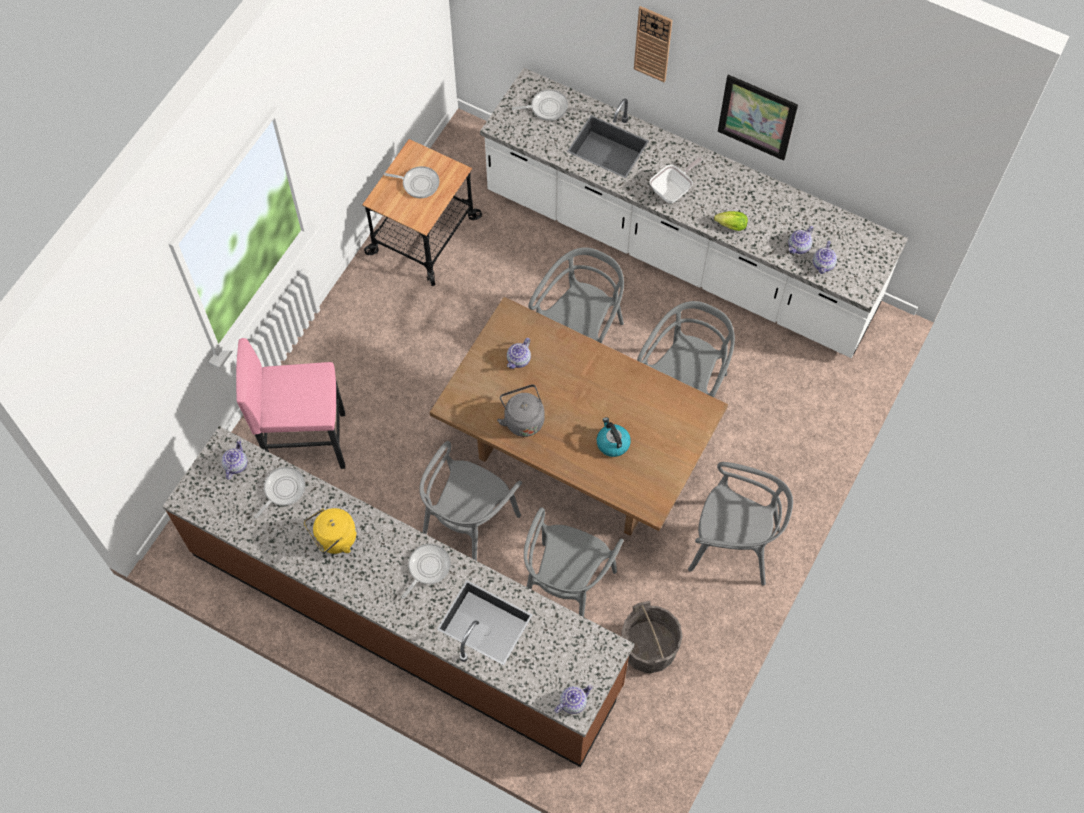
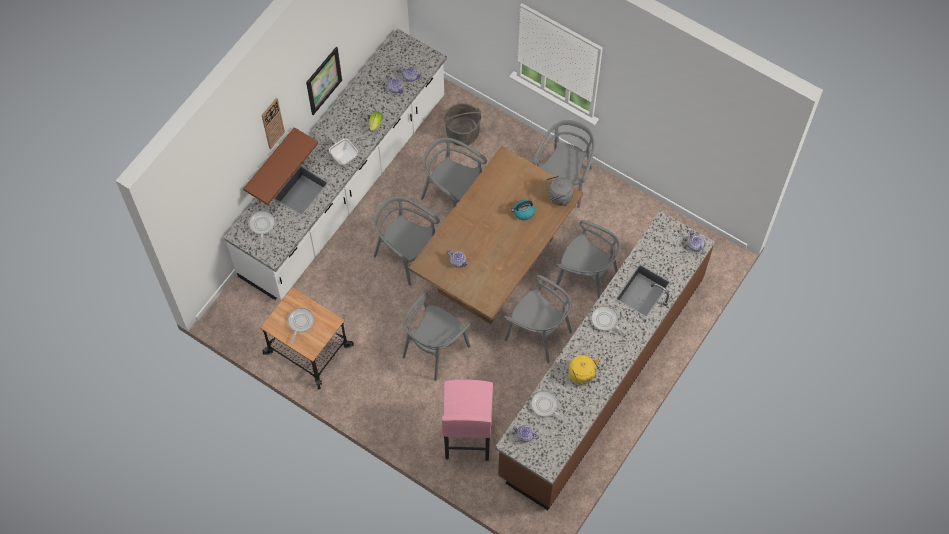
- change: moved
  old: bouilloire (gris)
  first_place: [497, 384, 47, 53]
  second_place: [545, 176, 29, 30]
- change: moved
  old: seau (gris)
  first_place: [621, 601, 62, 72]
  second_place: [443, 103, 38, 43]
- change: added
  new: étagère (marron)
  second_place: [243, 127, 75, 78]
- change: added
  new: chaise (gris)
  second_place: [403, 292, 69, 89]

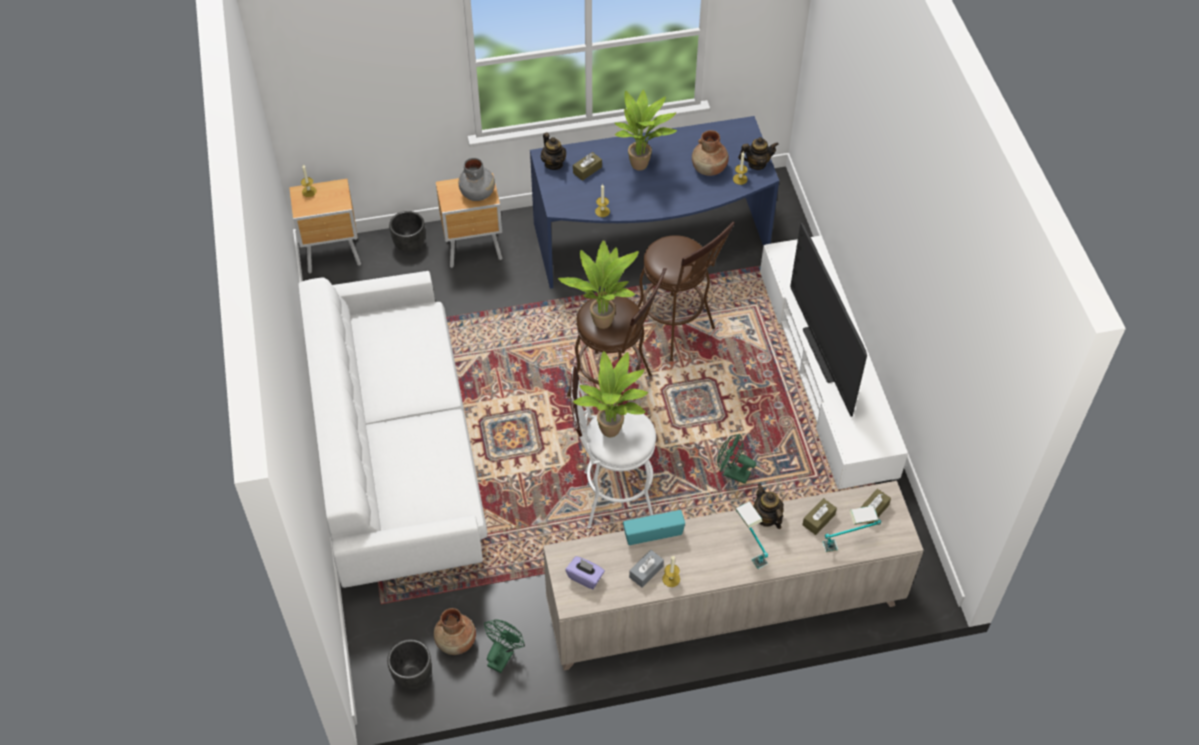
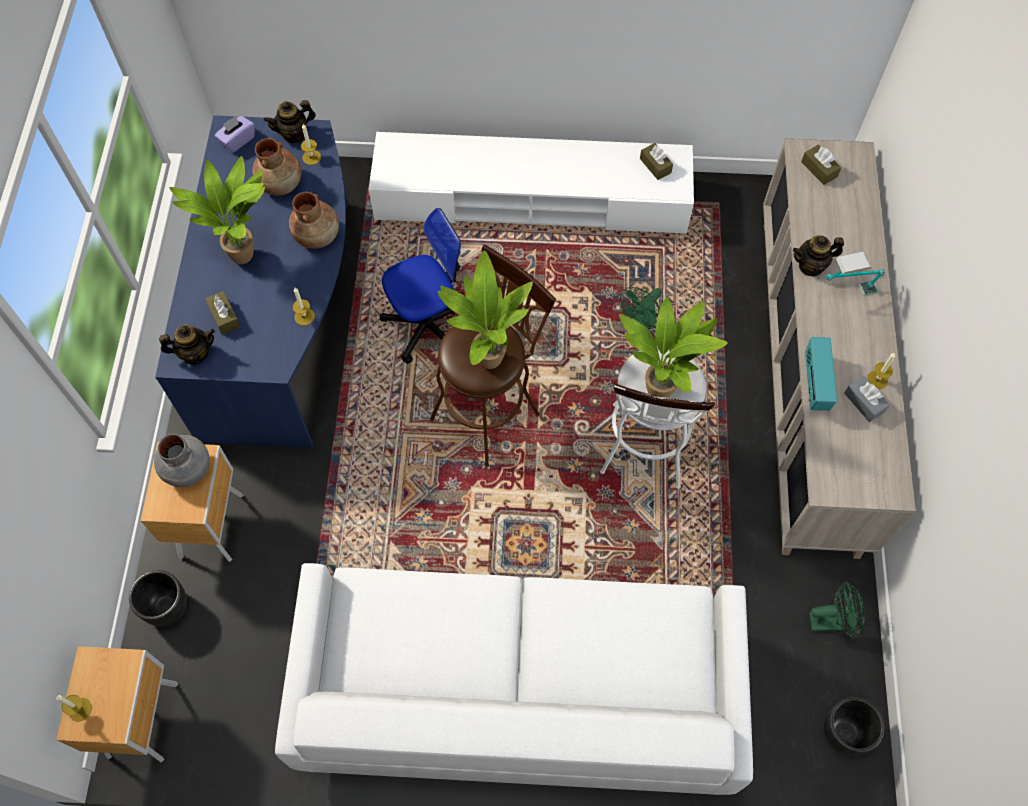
- change: turned
  old: théière
  first_place: [738, 137, 41, 33]
  second_place: [264, 100, 52, 43]
  degrees: -120
- change: replaced
  old: tabouret (marron)
  new: chaise de bureau
  first_place: [637, 222, 97, 139]
  second_place: [380, 208, 81, 156]
- change: removed
  old: téléviseur
  first_place: [790, 223, 77, 194]
- change: moved
  old: boîte à mouchoirs (marron)
  first_place: [802, 498, 35, 37]
  second_place: [640, 143, 33, 37]
- change: removed
  old: lampe de table
  first_place: [822, 506, 59, 46]
- change: moved
  old: boîte à mouchoirs (violet)
  first_place: [565, 556, 40, 33]
  second_place: [215, 116, 40, 37]
- change: moved
  old: vase (marron)
  first_place: [434, 608, 42, 47]
  second_place: [289, 192, 50, 57]
- change: turned
  old: ventilateur (vert)
  first_place: [484, 619, 41, 54]
  second_place: [809, 581, 56, 58]
  degrees: 135

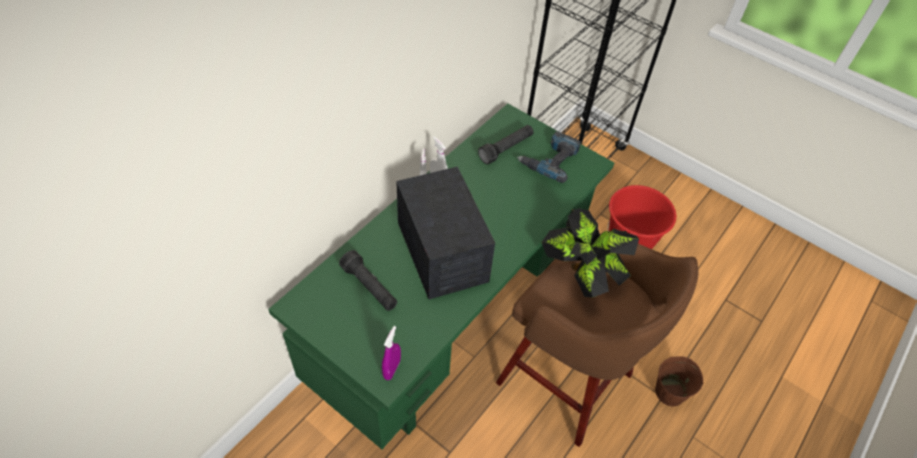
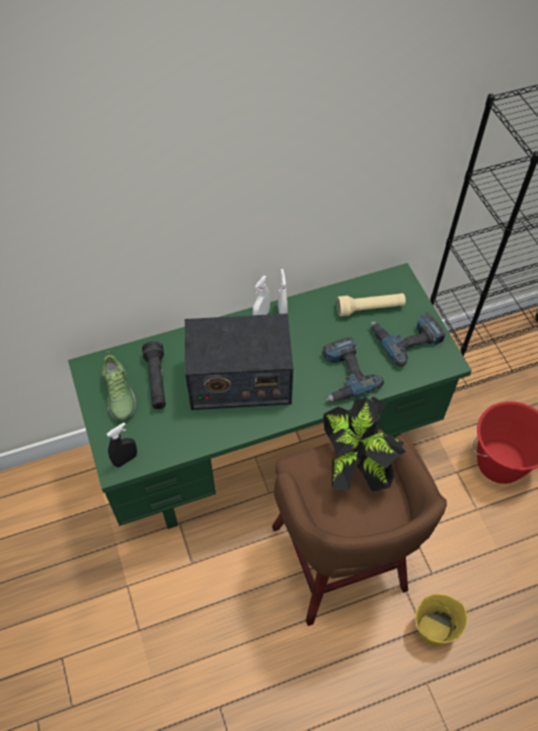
- change: recoloured
  old: lampe de poche (noir)
  new: lampe de poche (beige)
  first_place: [478, 125, 55, 39]
  second_place: [337, 293, 69, 24]
- change: turned
  old: radio
  first_place: [396, 166, 99, 133]
  second_place: [185, 313, 108, 97]
  degrees: 75
- change: recoloured
  old: vaporisateur (violet)
  new: vaporisateur (noir)
  first_place: [382, 326, 19, 54]
  second_place: [107, 422, 30, 45]
- change: recoloured
  old: seau (marron)
  new: seau (jaune)
  first_place: [655, 356, 48, 50]
  second_place: [415, 594, 53, 52]
- change: added
  new: perceuse
  second_place: [322, 337, 62, 64]
- change: added
  new: chaussure
  second_place: [102, 351, 34, 70]

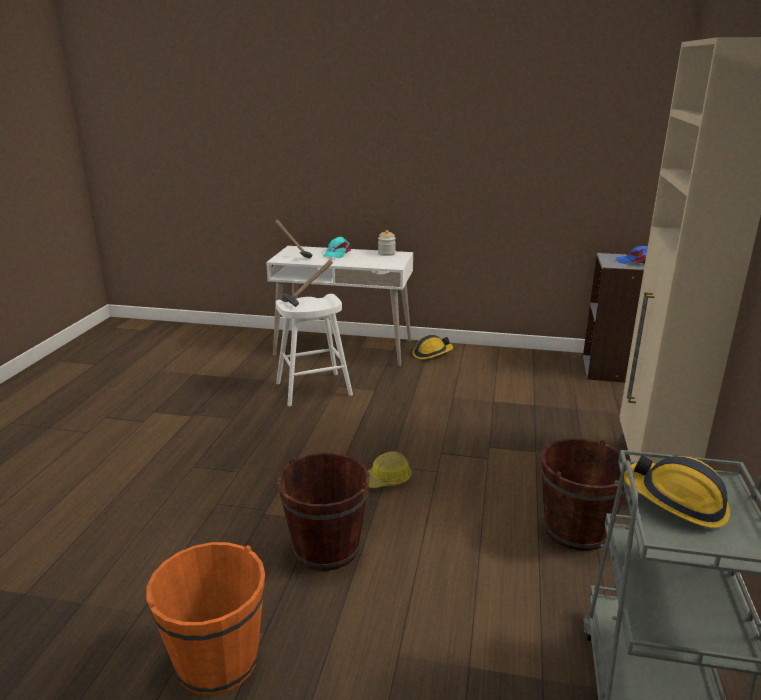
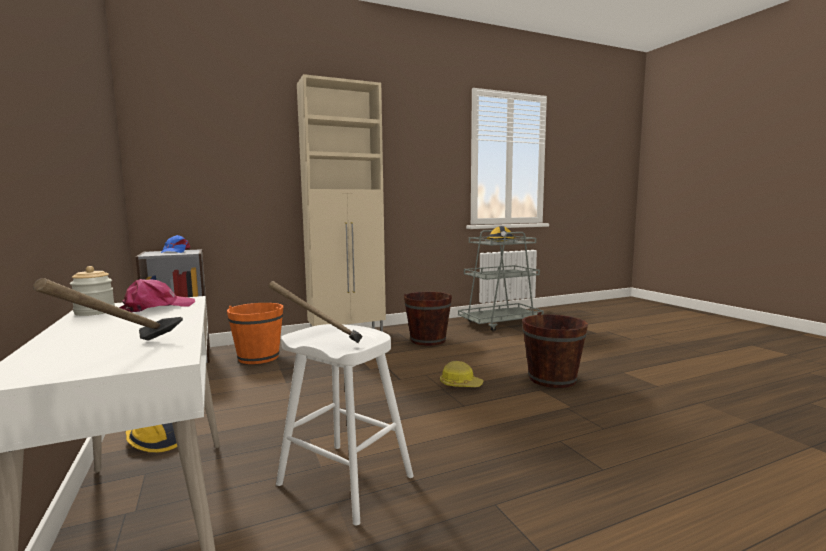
- change: removed
  old: casquette (turquoise)
  first_place: [324, 237, 27, 21]
- change: moved
  old: seau (orange)
  first_place: [146, 542, 119, 153]
  second_place: [227, 303, 56, 61]
- change: added
  new: casquette (rose)
  second_place: [119, 279, 76, 33]

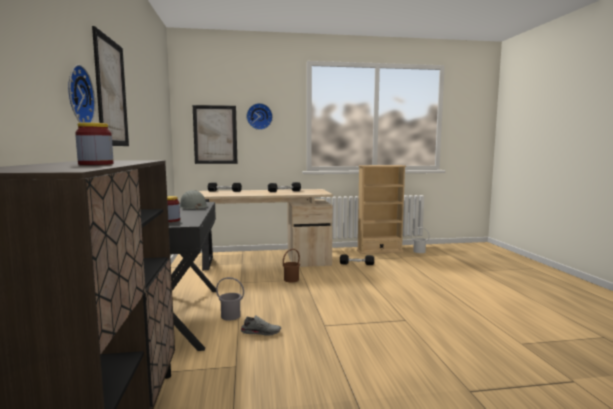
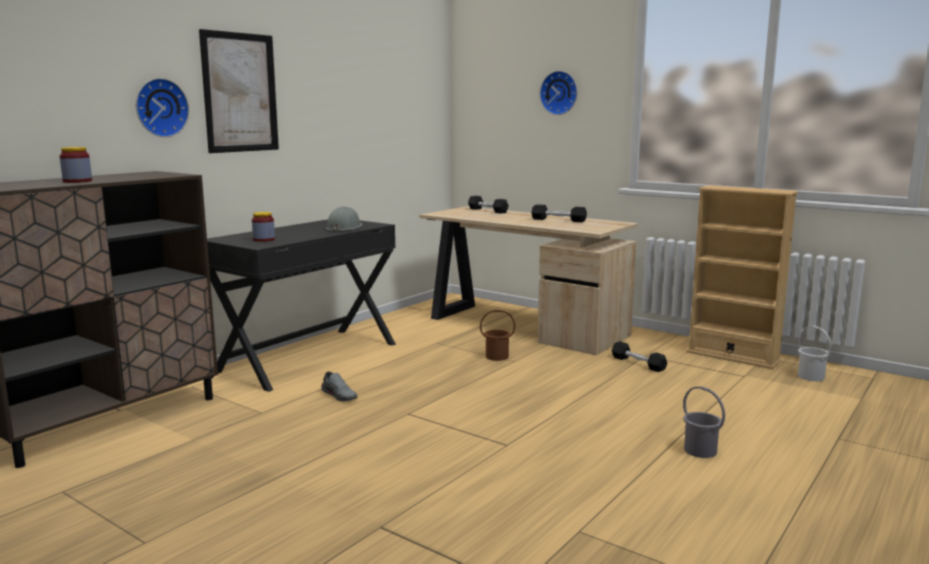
- change: removed
  old: tableau
  first_place: [193, 105, 44, 59]
- change: moved
  old: seau (gris)
  first_place: [216, 277, 28, 44]
  second_place: [683, 386, 42, 72]

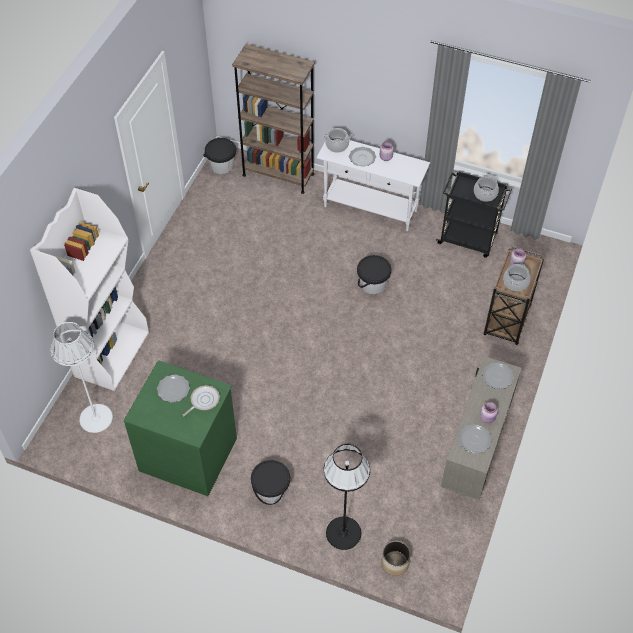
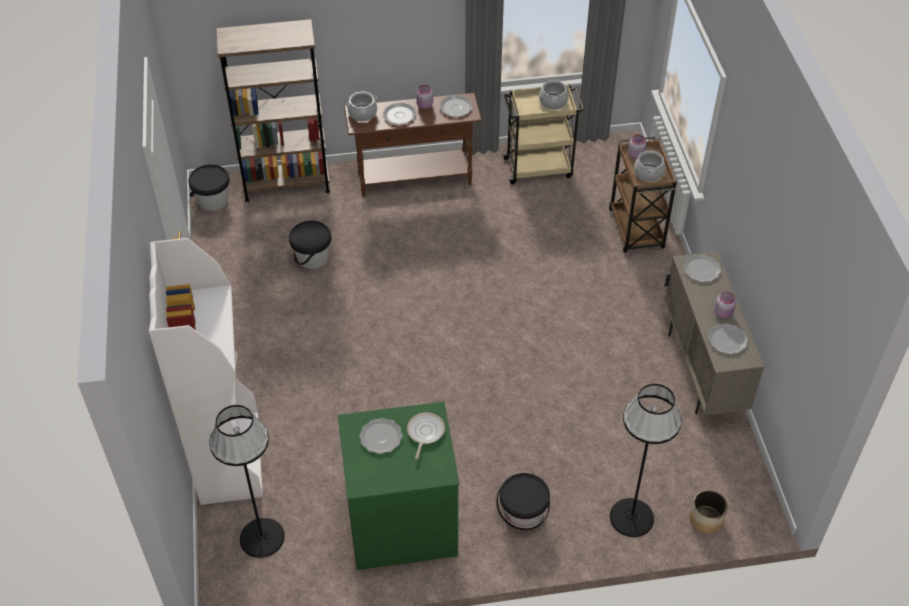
- change: recoloured
  old: table console (blanc)
  new: table console (marron)
  first_place: [316, 140, 114, 91]
  second_place: [344, 93, 138, 104]
- change: recoloured
  old: chariot (noir)
  new: chariot (beige)
  first_place: [436, 171, 76, 87]
  second_place: [502, 84, 82, 100]
- change: moved
  old: seau (noir)
  first_place: [357, 255, 34, 39]
  second_place: [289, 221, 42, 48]
- change: recoloured
  old: lampadaire (blanc)
  new: lampadaire (noir)
  first_place: [50, 322, 63, 111]
  second_place: [209, 405, 76, 153]
- change: added
  new: assiette
  second_place: [440, 95, 33, 22]

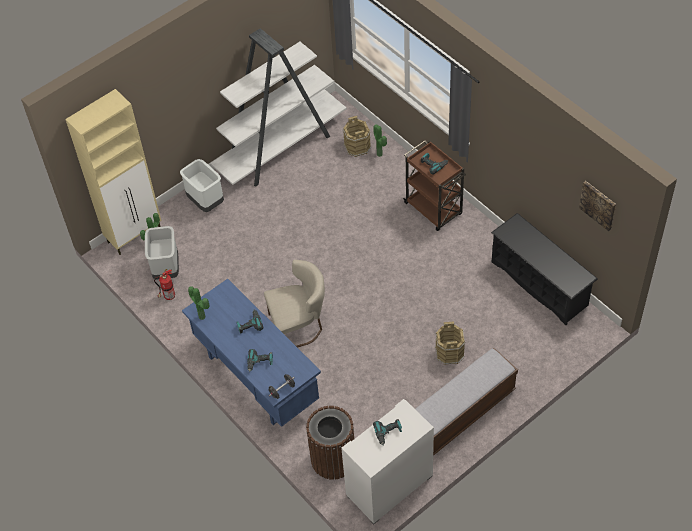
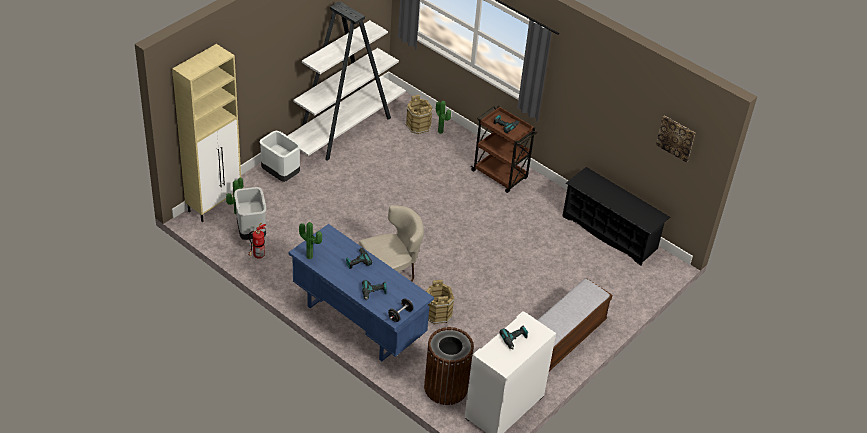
- change: moved
  old: seau (marron)
  first_place: [435, 321, 30, 44]
  second_place: [426, 280, 28, 44]

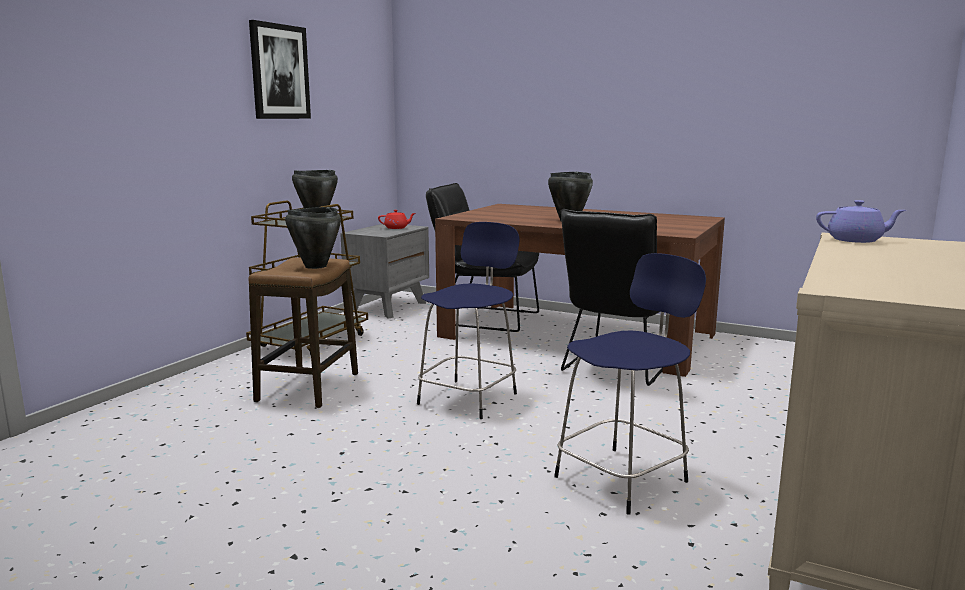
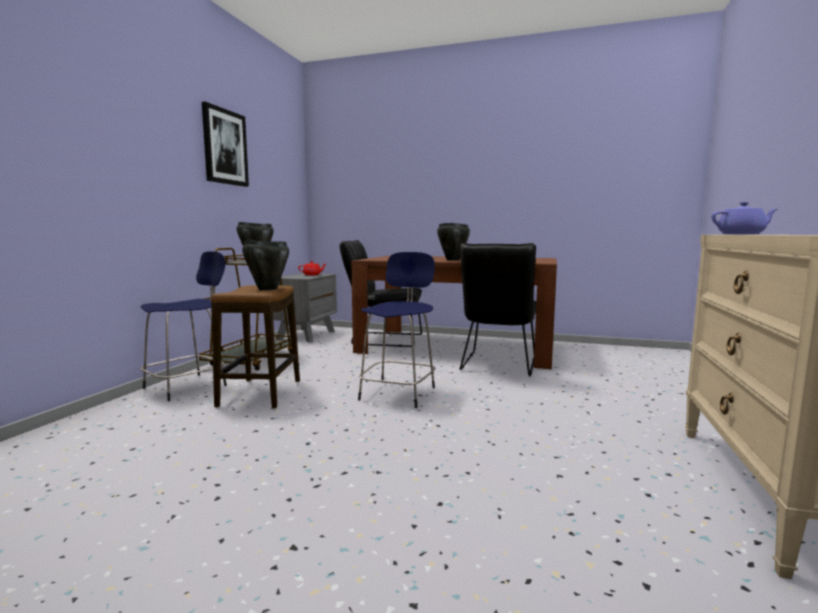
- change: moved
  old: tabouret (bleu)
  first_place: [554, 253, 152, 262]
  second_place: [140, 251, 87, 150]

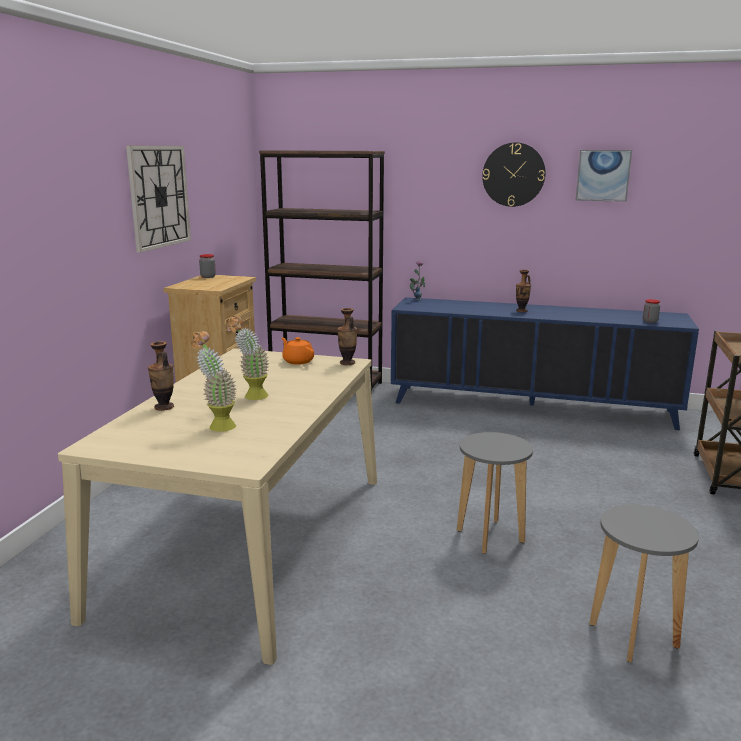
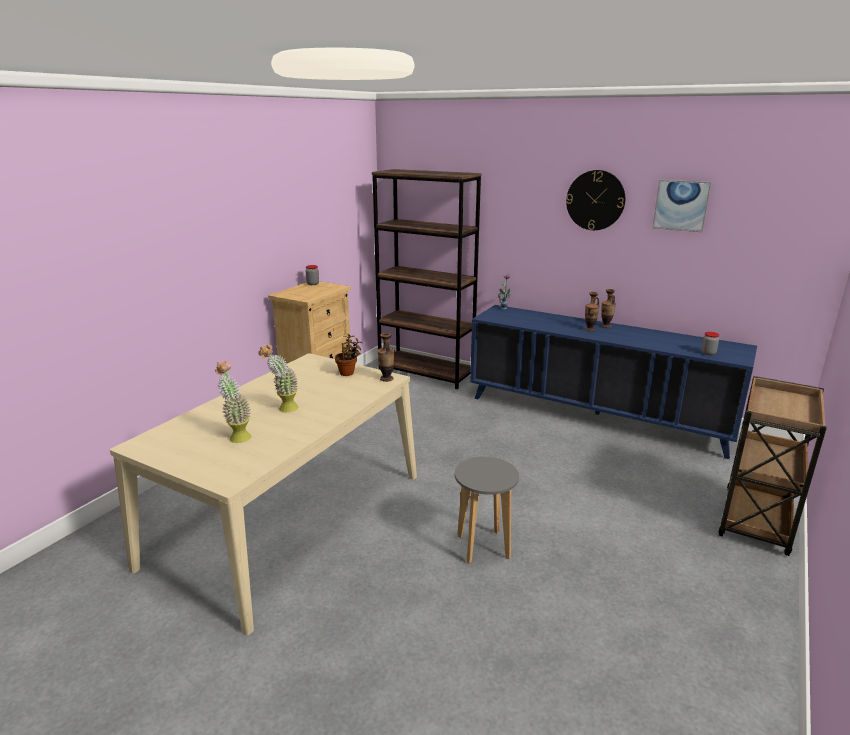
- change: removed
  old: horloge murale
  first_place: [126, 145, 65, 108]
- change: replaced
  old: théière (orange)
  new: plante en pot
  first_place: [282, 337, 32, 28]
  second_place: [335, 334, 27, 42]
- change: moved
  old: vase
  first_place: [148, 341, 26, 70]
  second_place: [601, 289, 15, 39]
- change: removed
  old: tabouret (gris)
  first_place: [589, 504, 110, 159]

